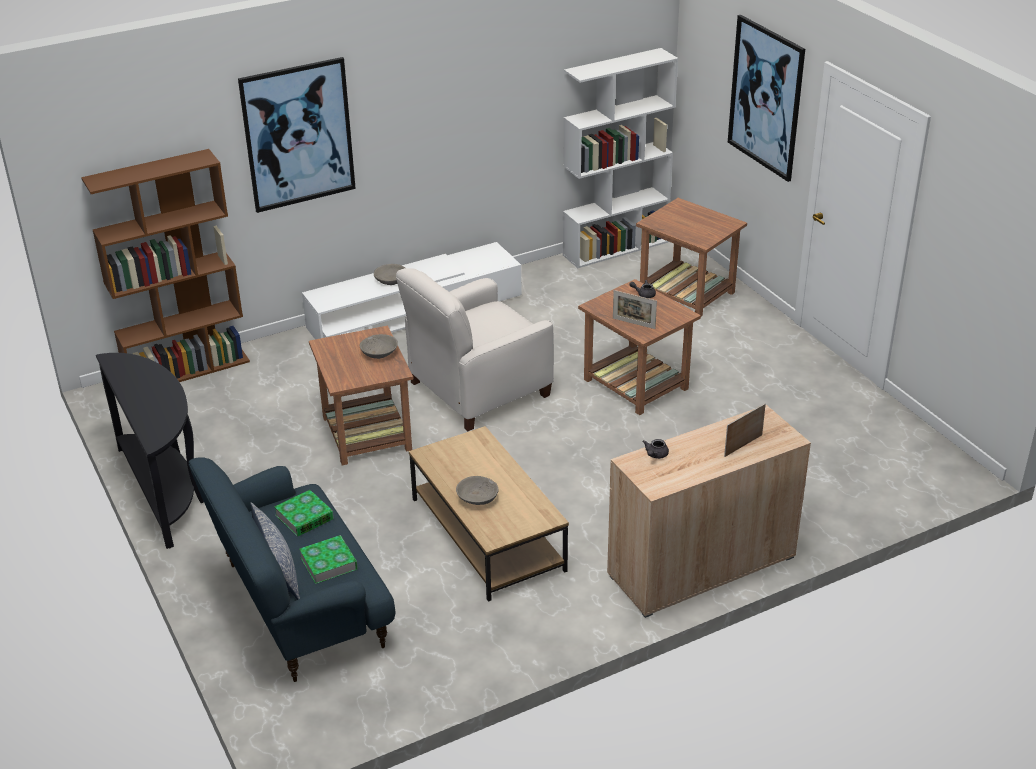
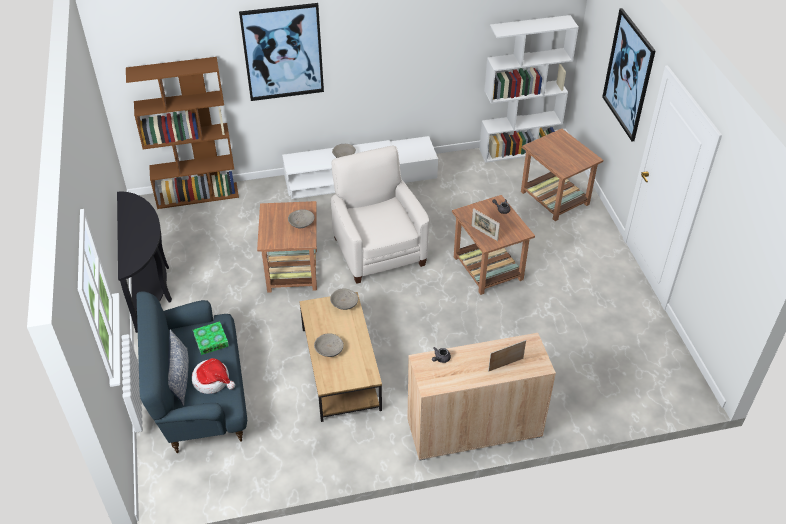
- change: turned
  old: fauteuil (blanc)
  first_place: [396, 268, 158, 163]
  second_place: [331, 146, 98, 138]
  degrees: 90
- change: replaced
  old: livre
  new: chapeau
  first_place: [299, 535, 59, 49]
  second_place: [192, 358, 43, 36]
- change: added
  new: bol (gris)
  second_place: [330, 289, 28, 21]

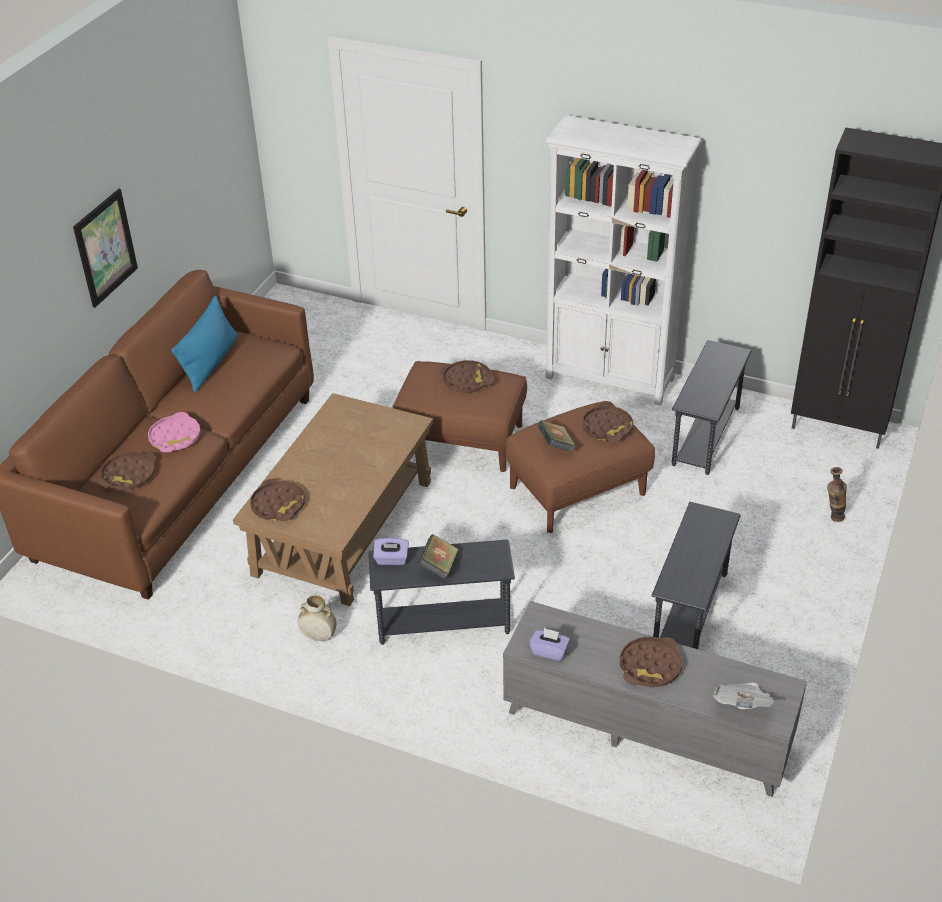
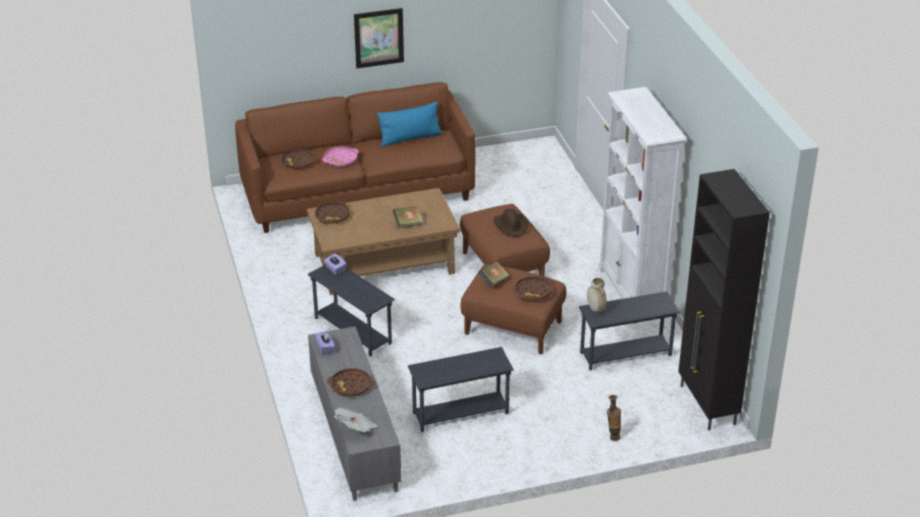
- change: replaced
  old: plateau (marron)
  new: chapeau (marron)
  first_place: [440, 360, 55, 33]
  second_place: [494, 209, 34, 28]
- change: moved
  old: livre
  first_place: [418, 534, 40, 45]
  second_place: [393, 206, 31, 21]
- change: moved
  old: vase (beige)
  first_place: [298, 595, 39, 46]
  second_place: [587, 278, 20, 34]

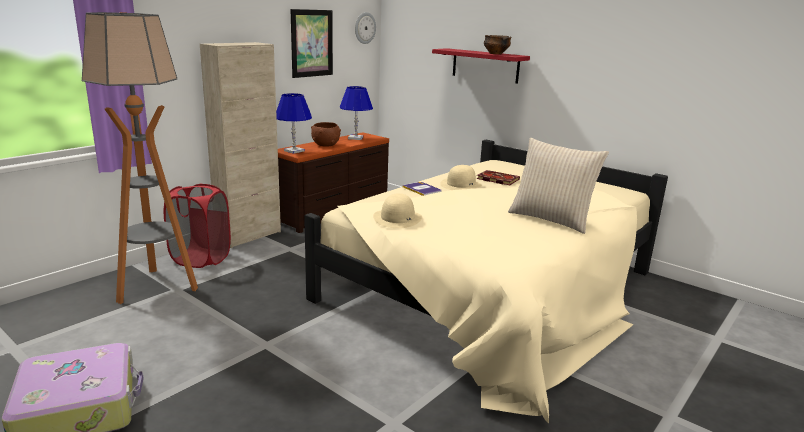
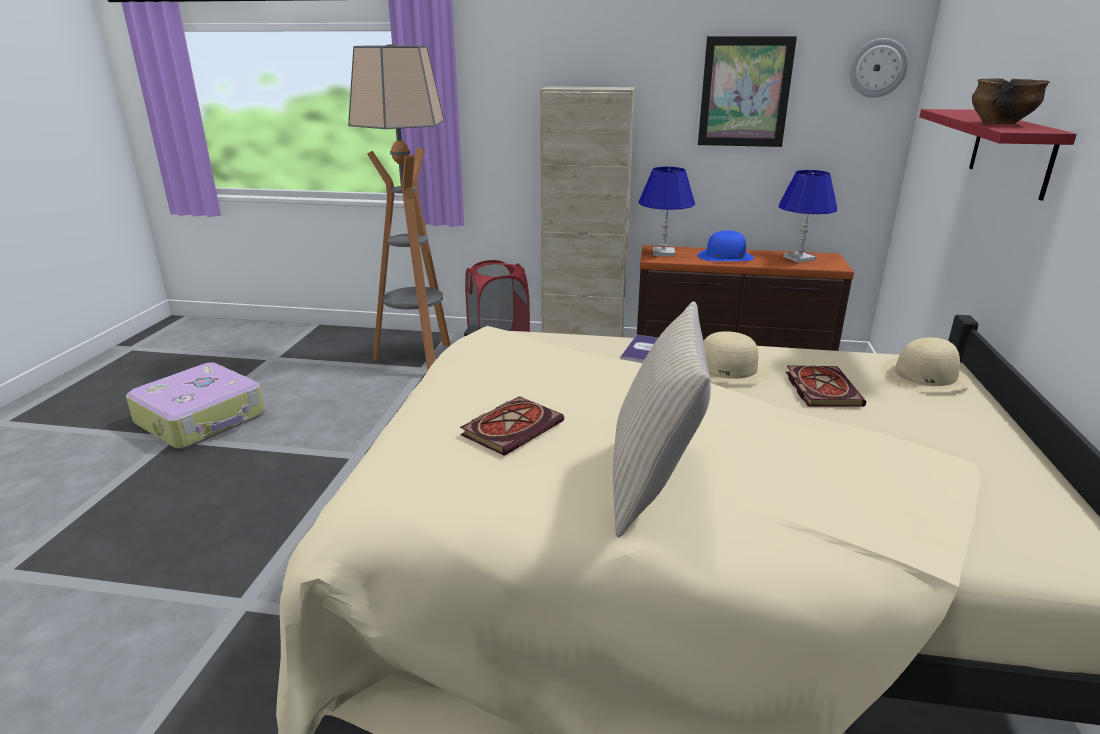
- change: replaced
  old: bol (marron)
  new: chapeau (bleu)
  first_place: [311, 122, 30, 25]
  second_place: [698, 231, 56, 30]
- change: moved
  old: chapeau (beige)
  first_place: [373, 193, 50, 35]
  second_place: [881, 337, 91, 56]
- change: added
  new: livre
  second_place: [460, 396, 104, 60]

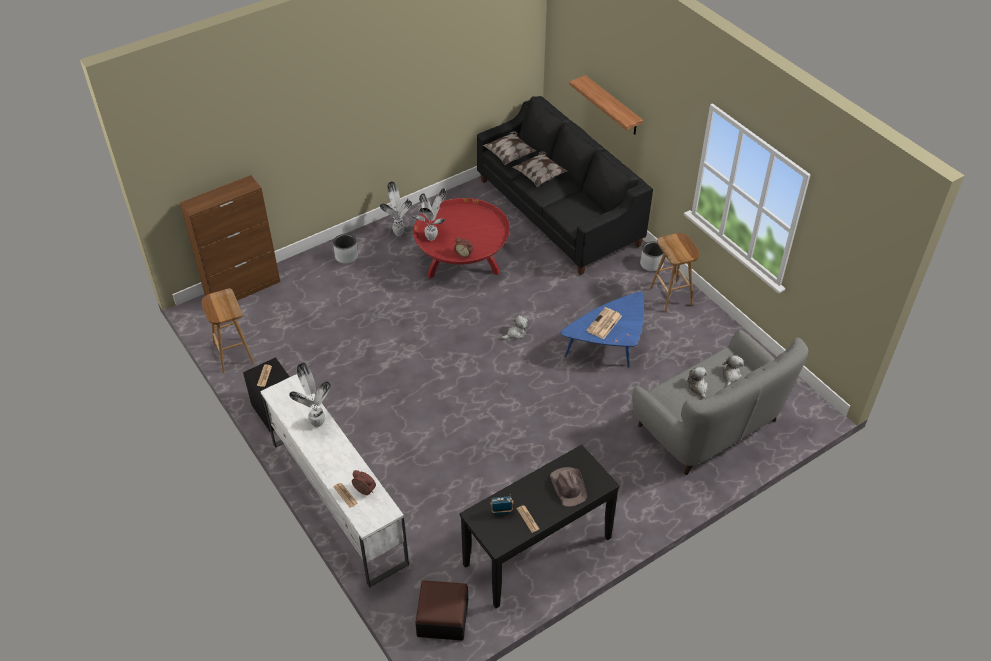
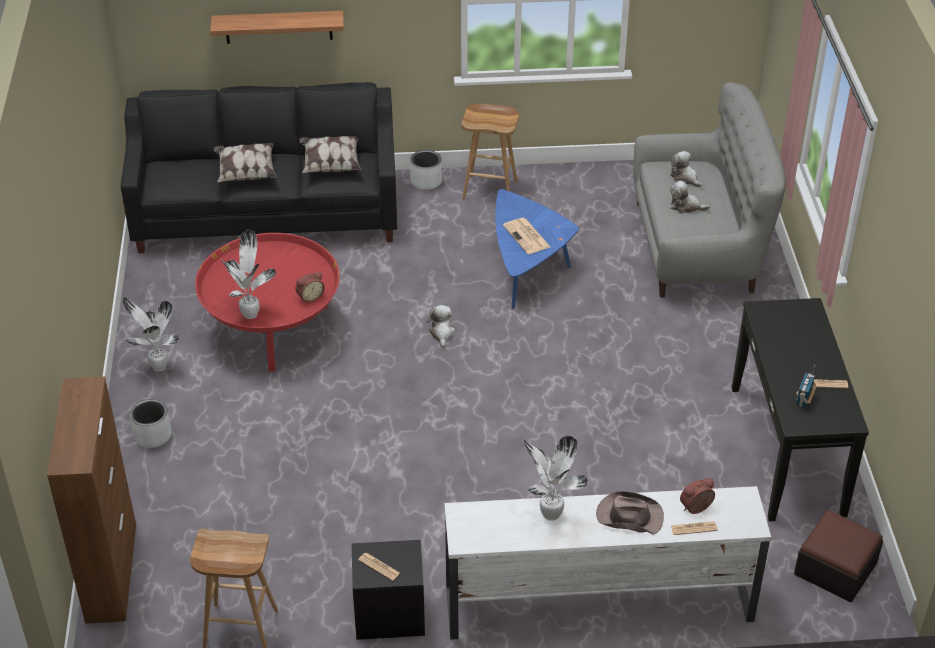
- change: moved
  old: coussin
  first_place: [483, 131, 53, 34]
  second_place: [299, 136, 62, 37]
- change: moved
  old: chapeau (marron)
  first_place: [550, 467, 37, 40]
  second_place: [596, 491, 68, 44]

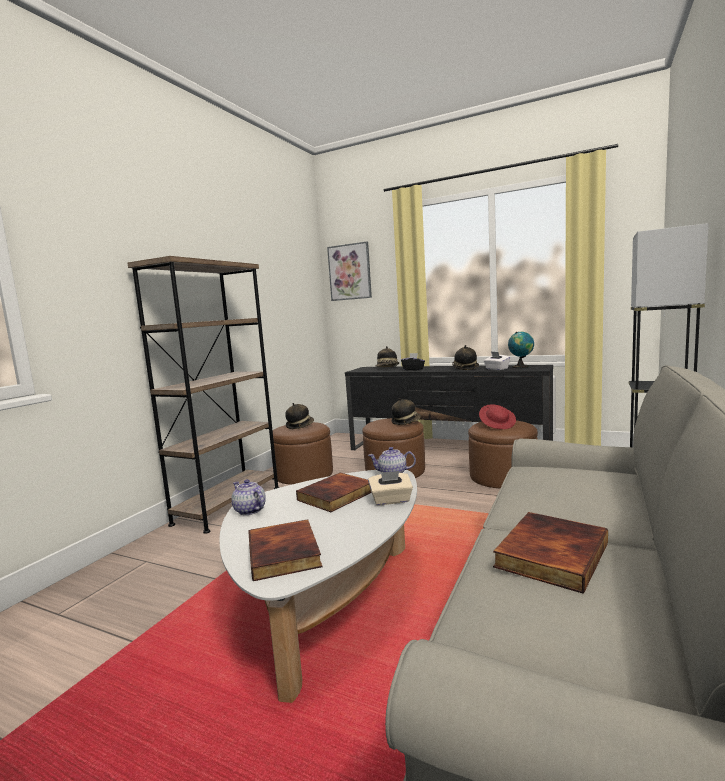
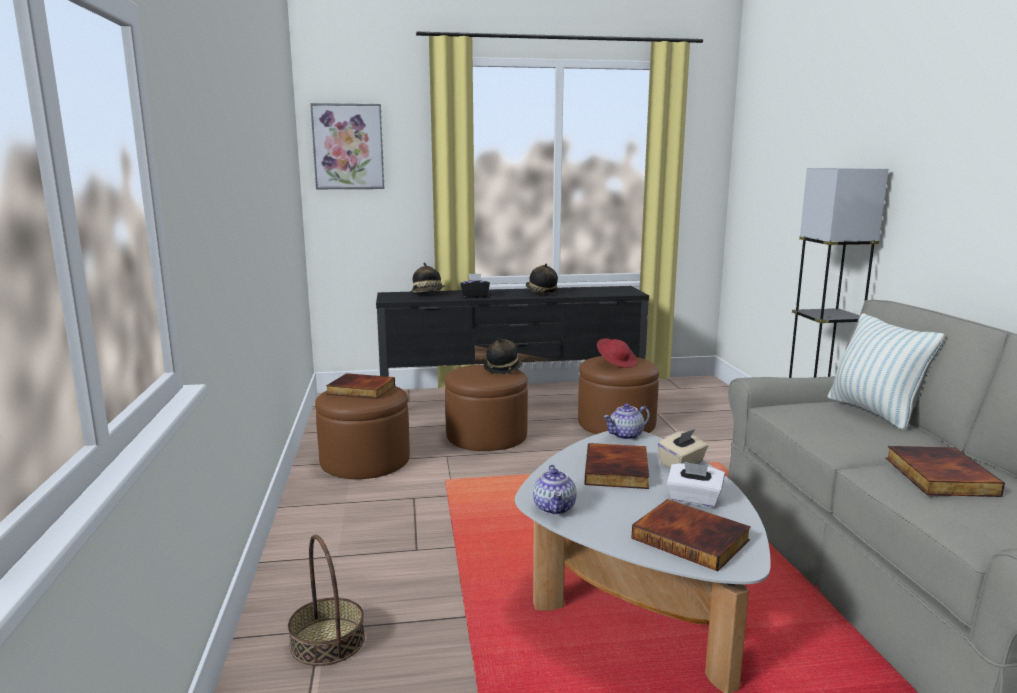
- change: removed
  old: bibliothèque (marron)
  first_place: [127, 256, 152, 278]
- change: removed
  old: globe
  first_place: [508, 332, 26, 36]
- change: moved
  old: boîte à mouchoirs (blanc)
  first_place: [484, 351, 26, 19]
  second_place: [667, 462, 58, 45]
- change: replaced
  old: chapeau
  new: livre
  first_place: [285, 403, 29, 26]
  second_place: [326, 373, 69, 26]
- change: turned
  old: théière
  first_place: [231, 479, 35, 36]
  second_place: [533, 465, 43, 50]
  degrees: -105
- change: added
  new: coussin
  second_place: [827, 313, 118, 118]
- change: added
  new: panier
  second_place: [288, 535, 77, 131]

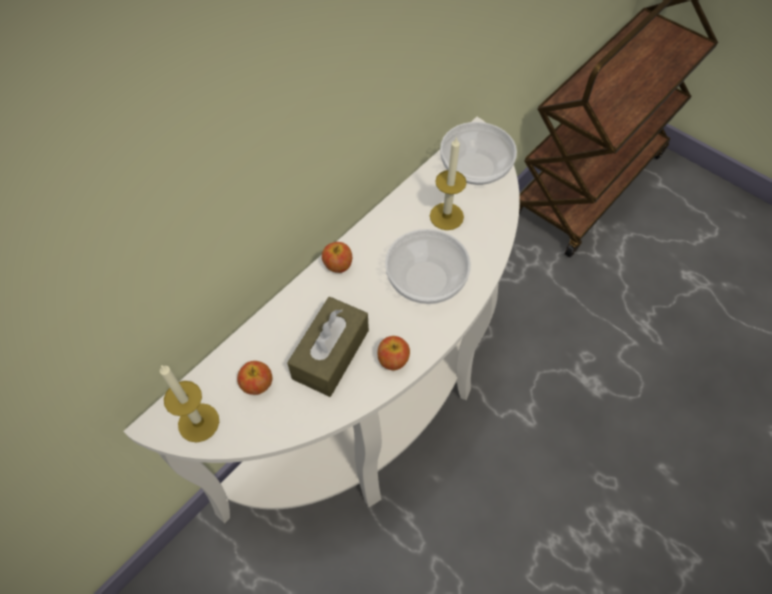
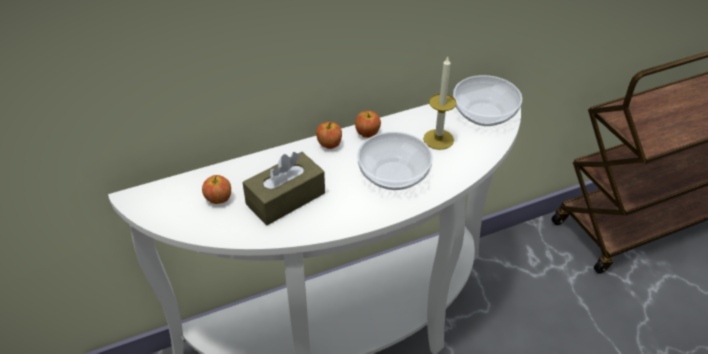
- change: moved
  old: pomme
  first_place: [378, 336, 32, 34]
  second_place: [355, 111, 26, 27]
- change: removed
  old: bougie
  first_place: [160, 365, 59, 78]

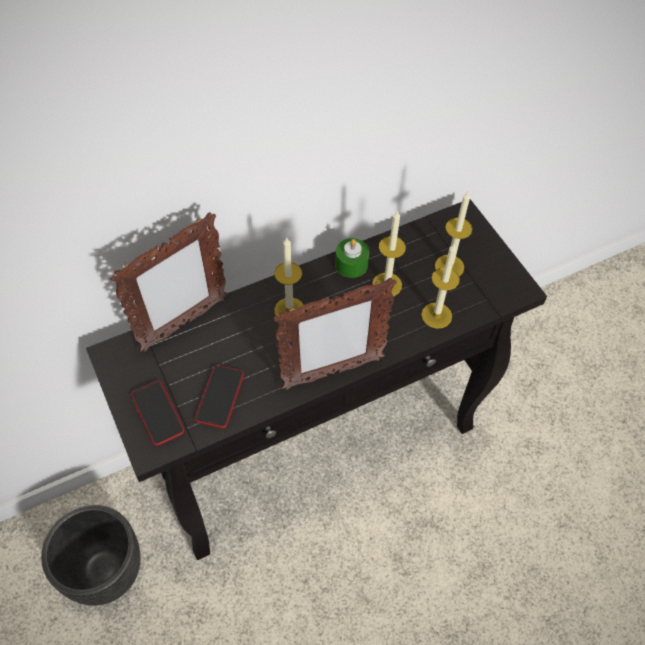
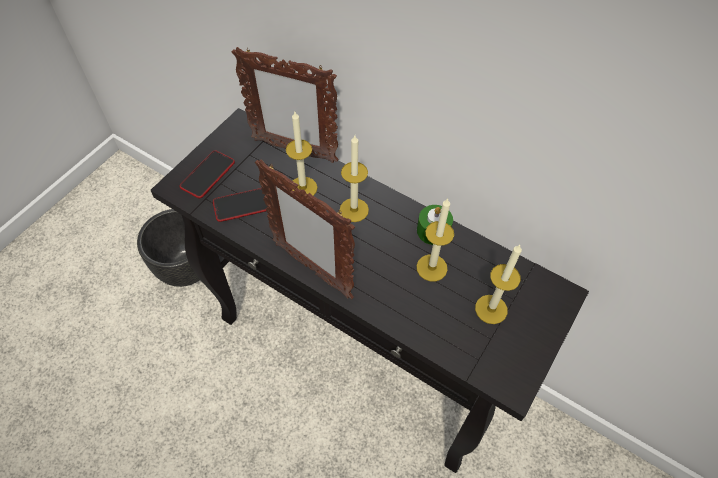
- change: moved
  old: bougie
  first_place: [421, 243, 39, 86]
  second_place: [286, 112, 31, 84]

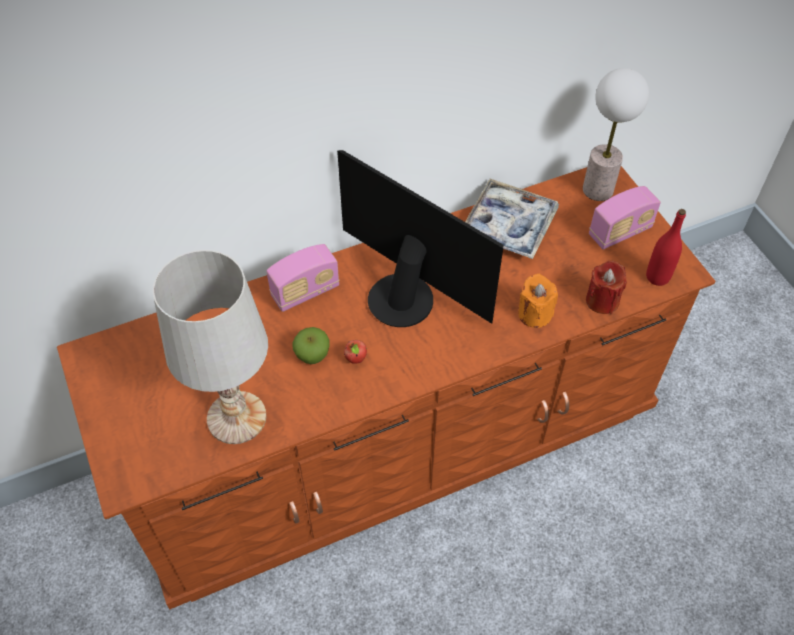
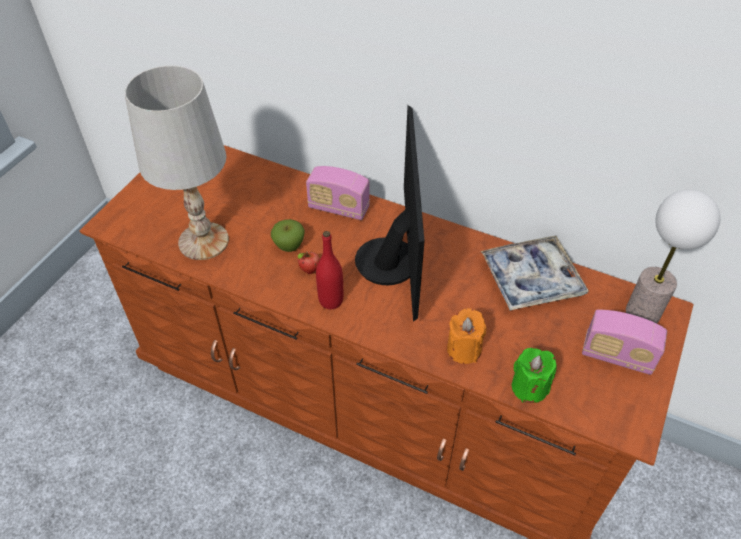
- change: moved
  old: bouteille (rouge)
  first_place: [646, 209, 40, 77]
  second_place: [316, 231, 27, 78]
- change: recoloured
  old: bougie (rouge)
  new: bougie (vert)
  first_place: [586, 261, 41, 53]
  second_place: [512, 348, 45, 55]

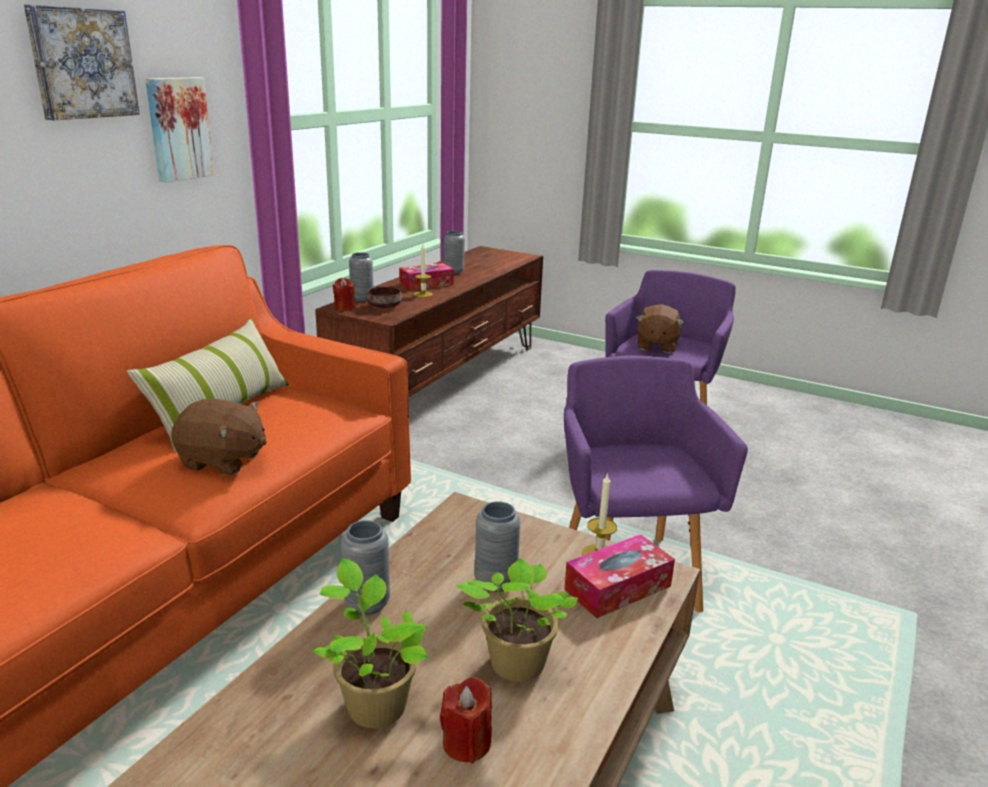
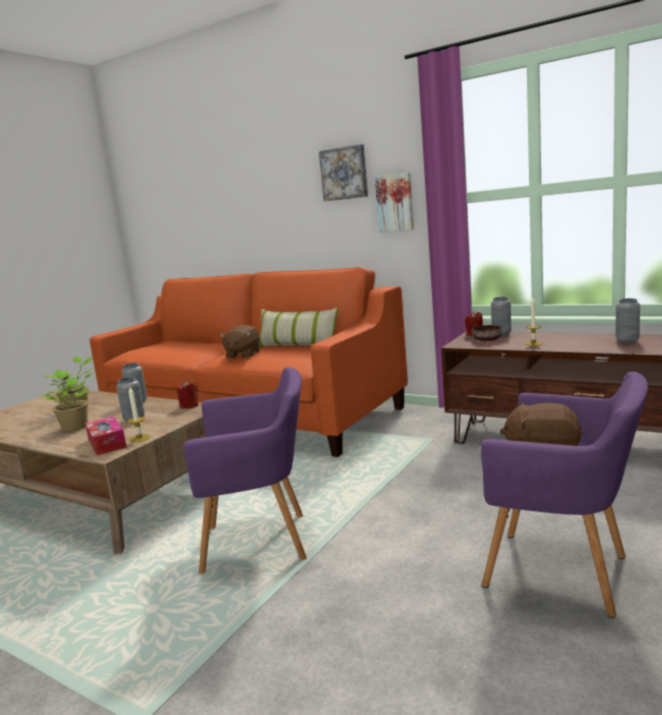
- change: removed
  old: boîte à mouchoirs
  first_place: [399, 263, 55, 27]
- change: moved
  old: bougie (rouge)
  first_place: [440, 677, 52, 87]
  second_place: [177, 381, 22, 28]

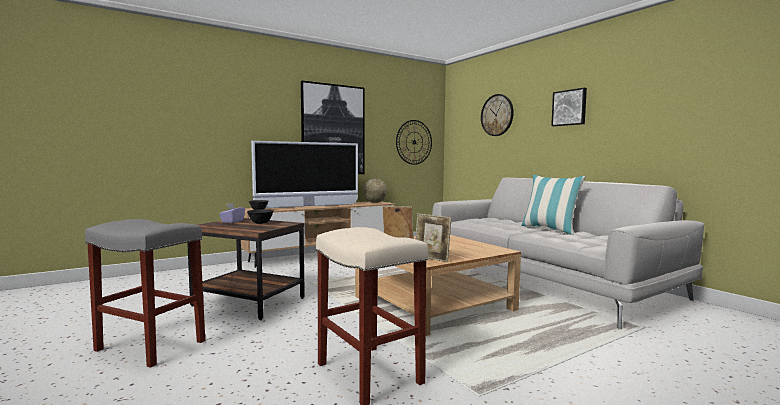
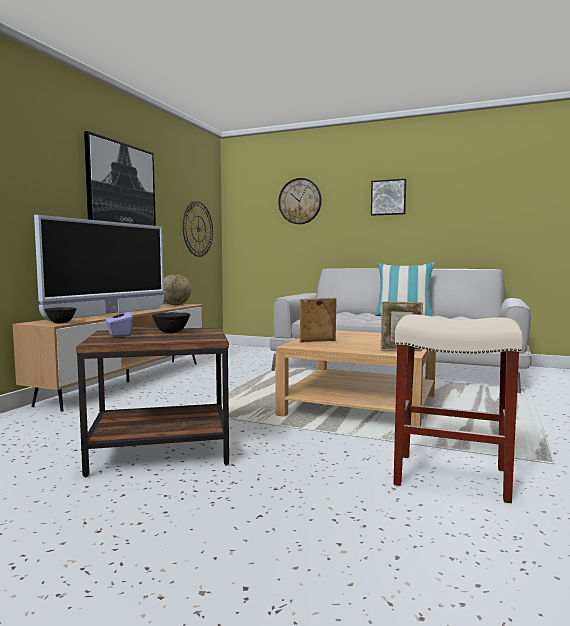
- change: removed
  old: tabouret (gris)
  first_place: [85, 219, 120, 149]

